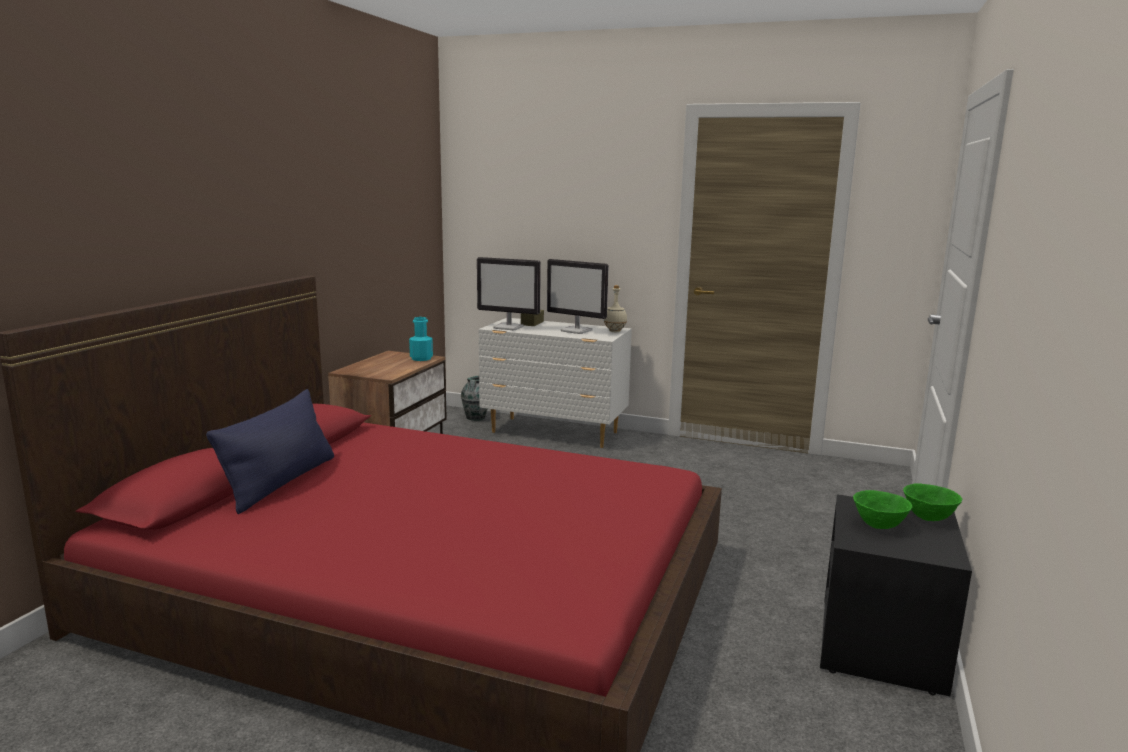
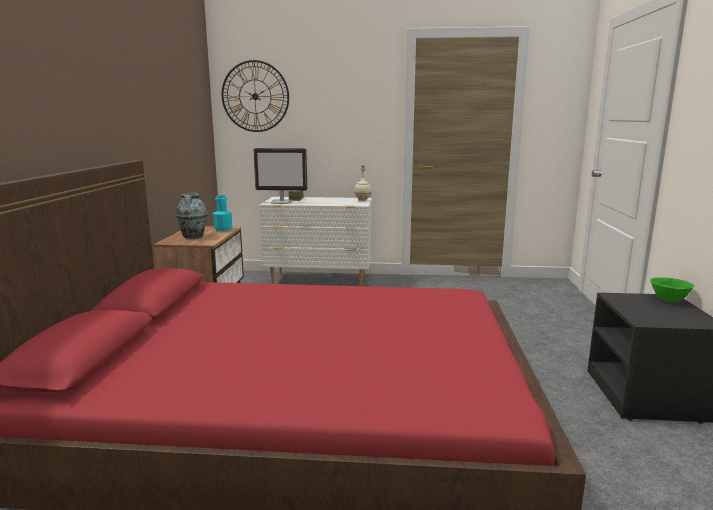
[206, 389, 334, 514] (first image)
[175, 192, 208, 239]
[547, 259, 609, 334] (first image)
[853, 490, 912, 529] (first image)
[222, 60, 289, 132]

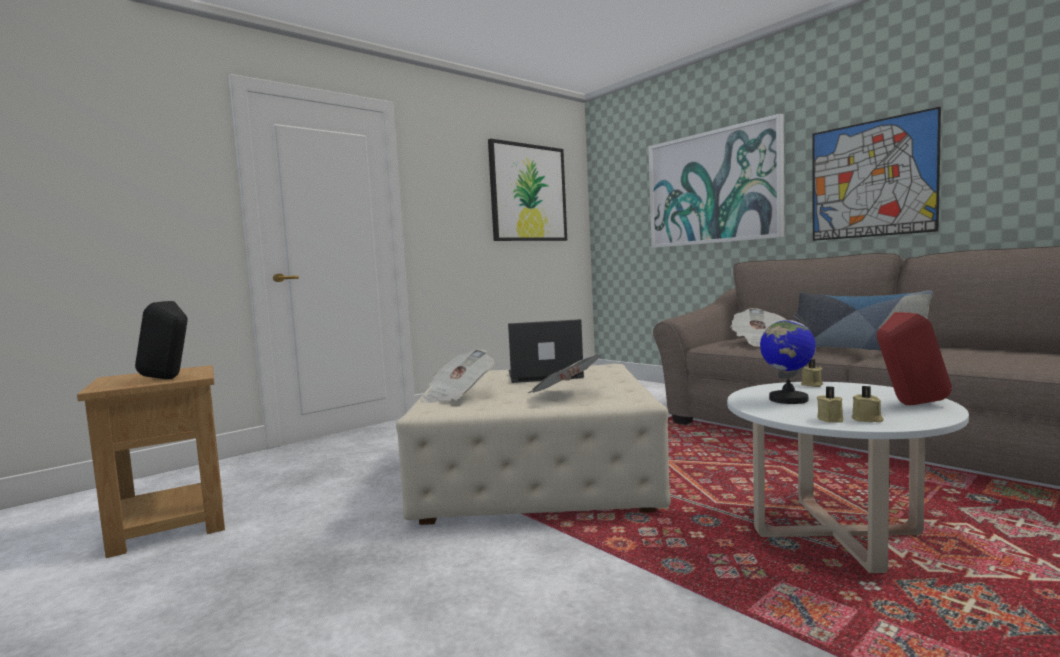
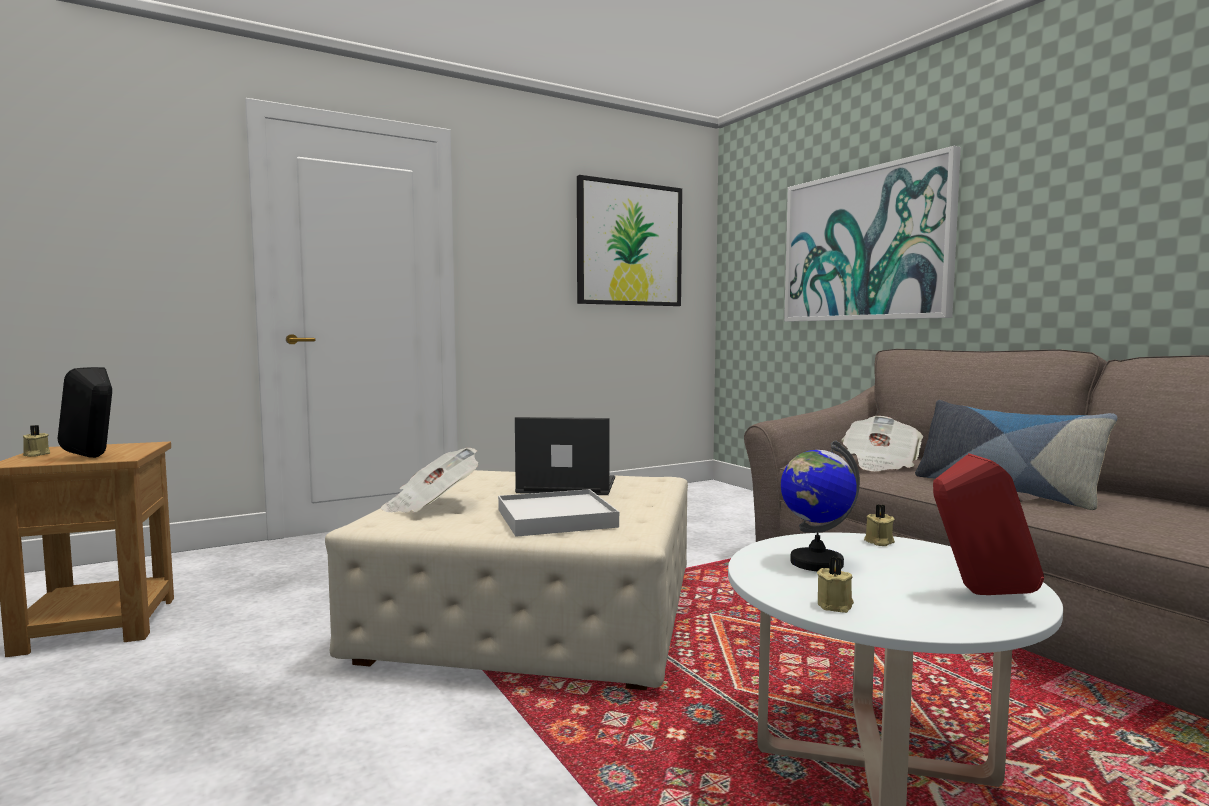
[498, 489, 619, 537]
[812, 107, 941, 241] (first image)
[23, 425, 50, 457]

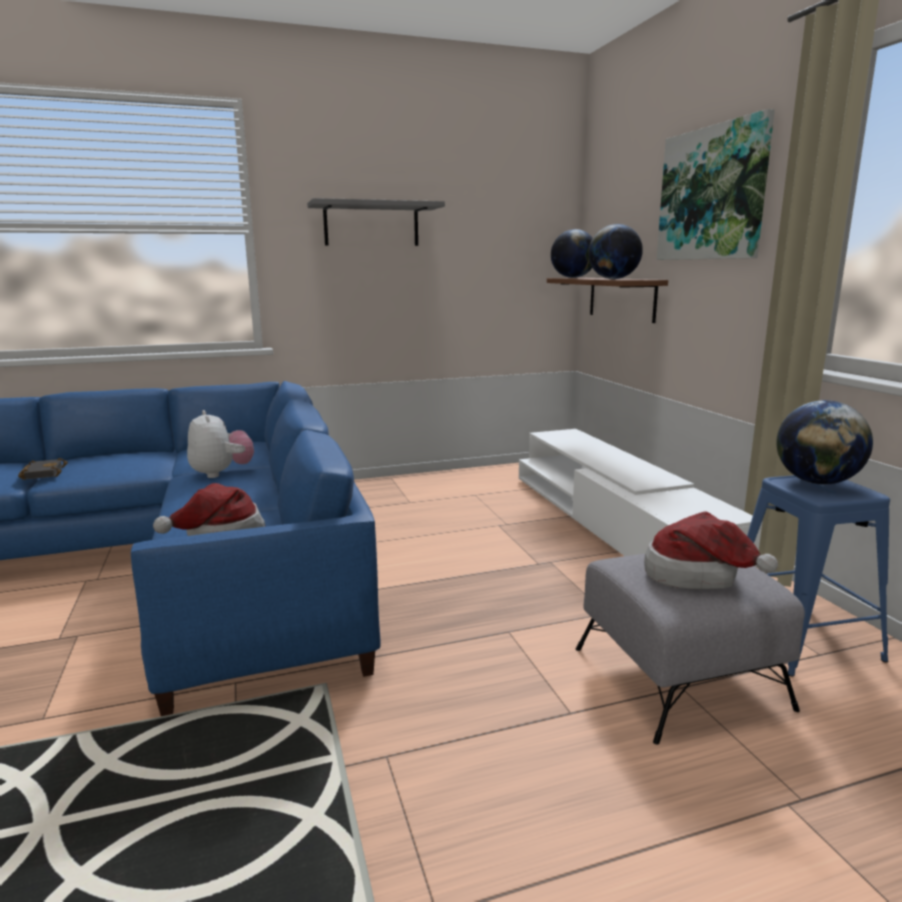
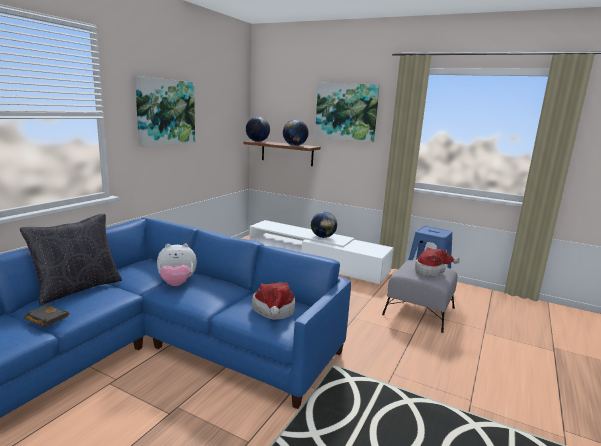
[157, 243, 197, 286]
[135, 76, 195, 147]
[311, 211, 337, 238]
[20, 214, 122, 305]

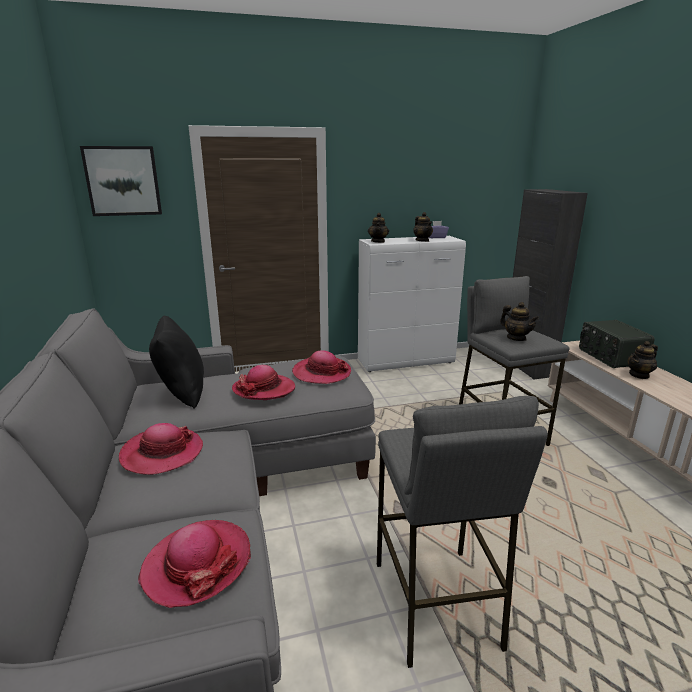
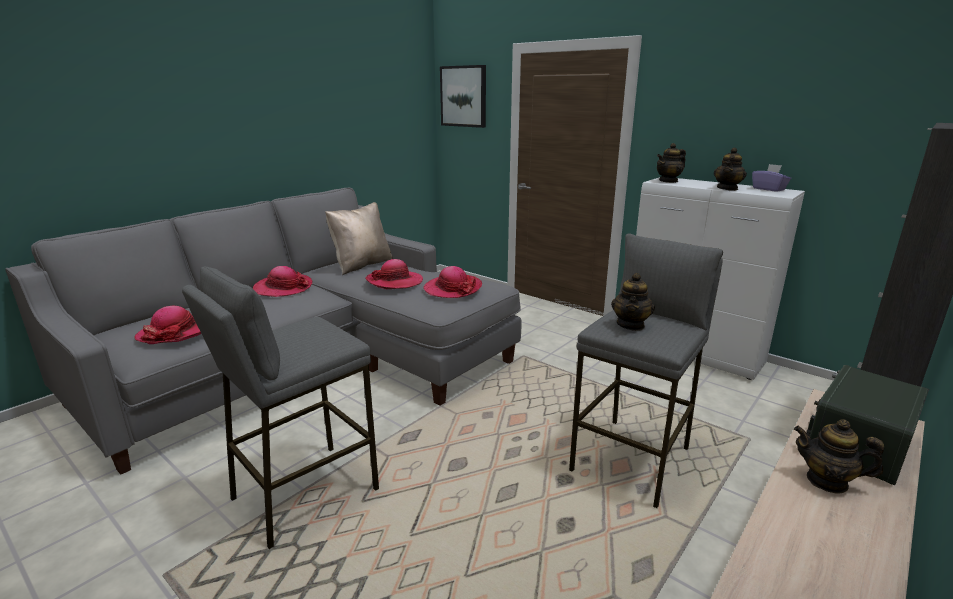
[325, 202, 393, 275]

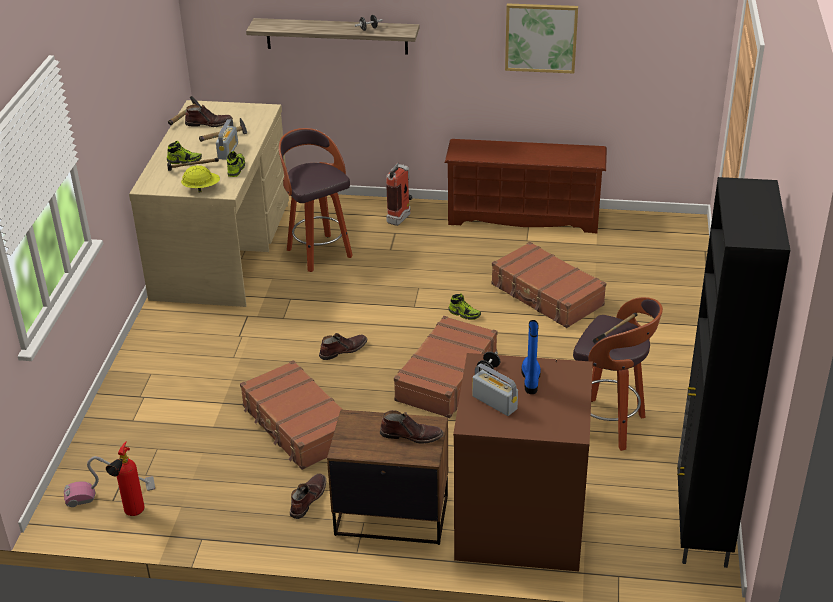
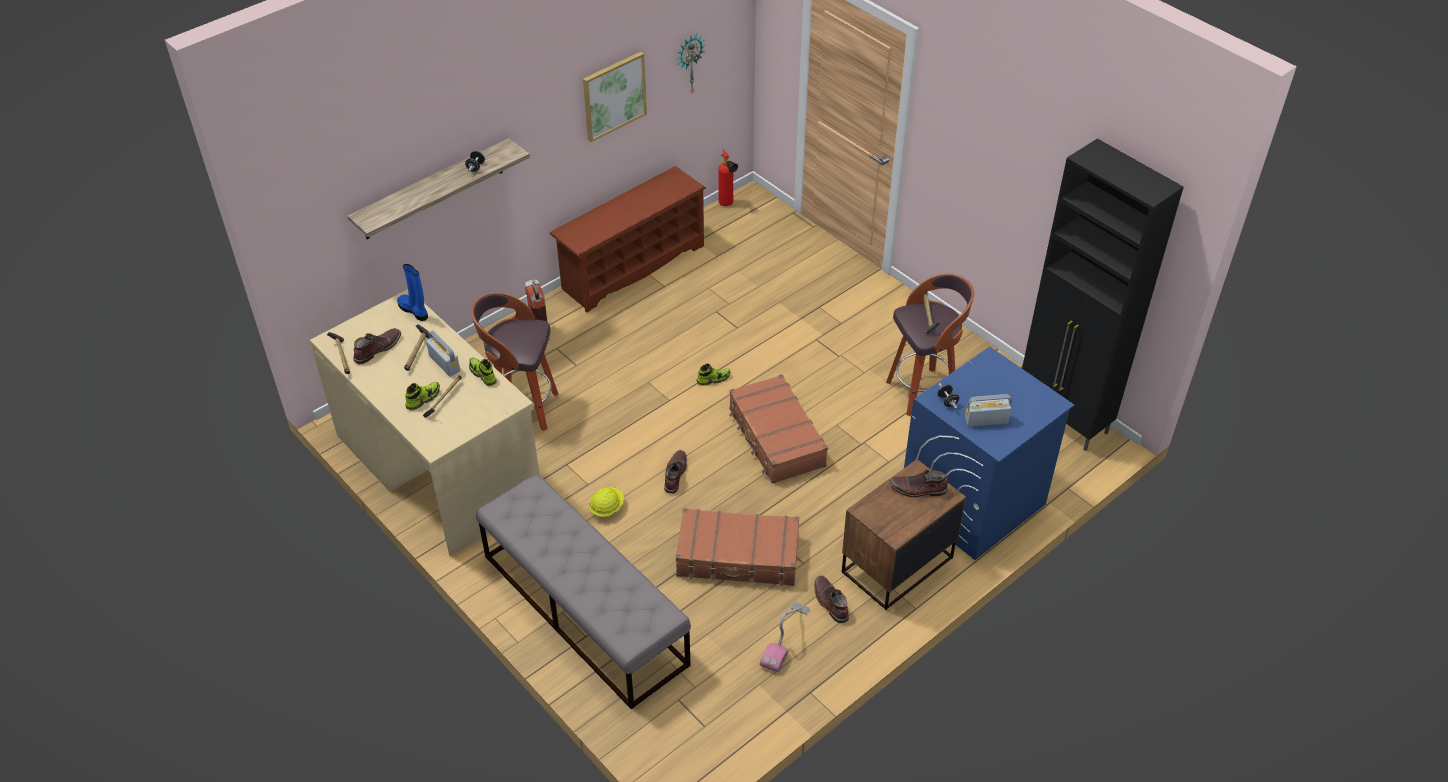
[760, 602, 810, 672]
[718, 149, 738, 206]
[589, 487, 624, 517]
[889, 469, 948, 497]
[904, 347, 1074, 560]
[491, 242, 606, 328] (first image)
[397, 264, 428, 321]
[476, 474, 691, 710]
[677, 34, 706, 93]

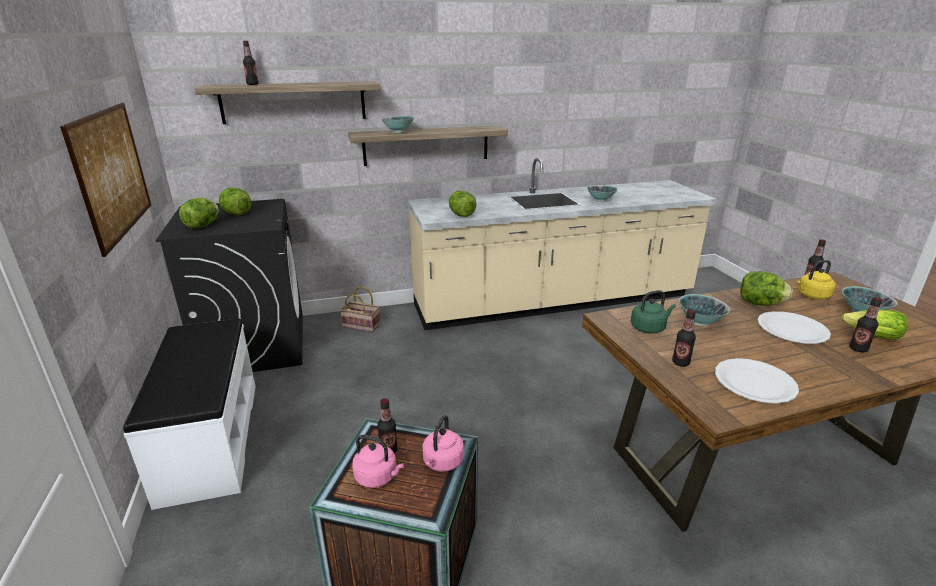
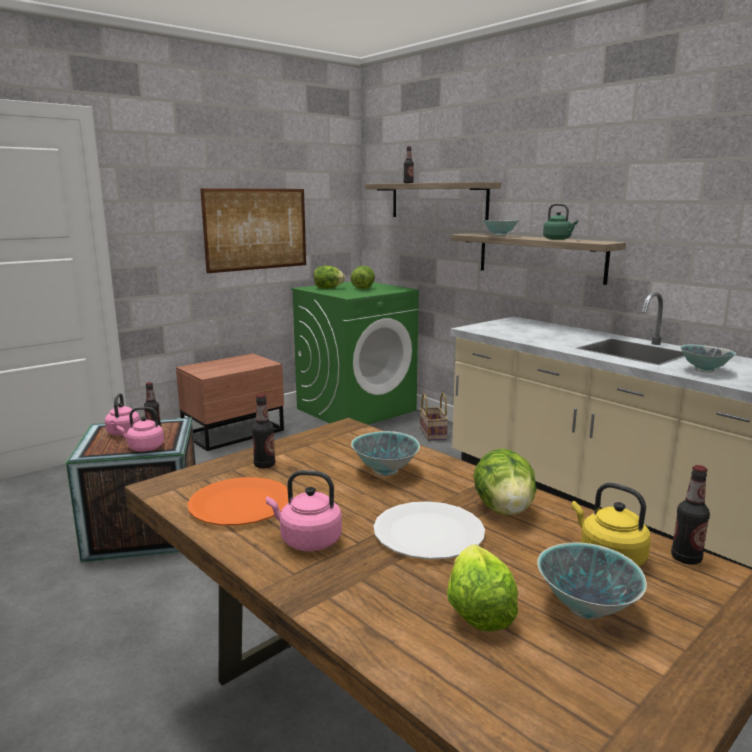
[176, 353, 284, 451]
[291, 282, 419, 425]
[449, 191, 477, 217] (first image)
[543, 203, 578, 240]
[188, 477, 289, 526]
[849, 297, 882, 353] (first image)
[266, 470, 342, 551]

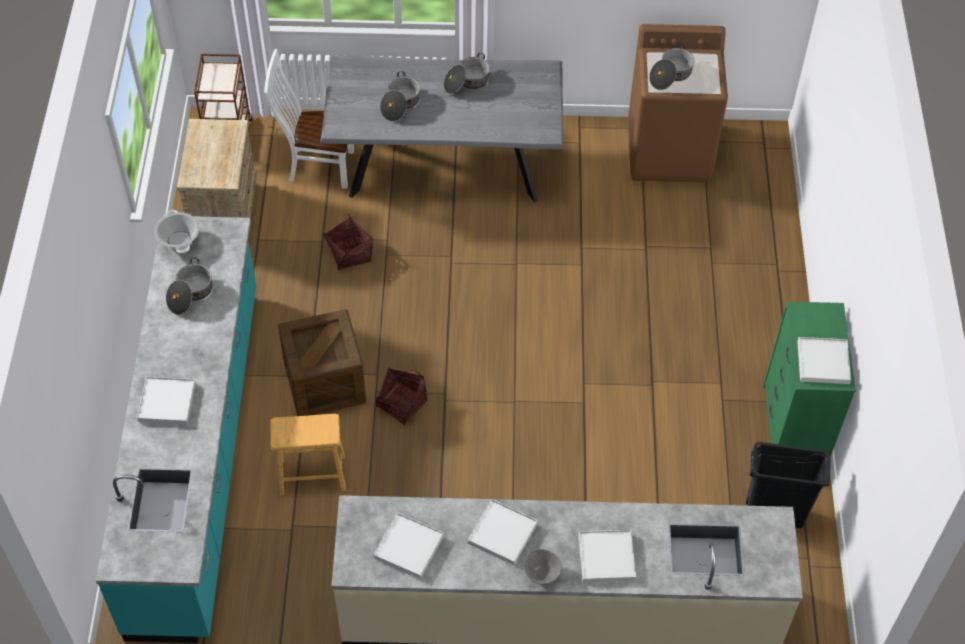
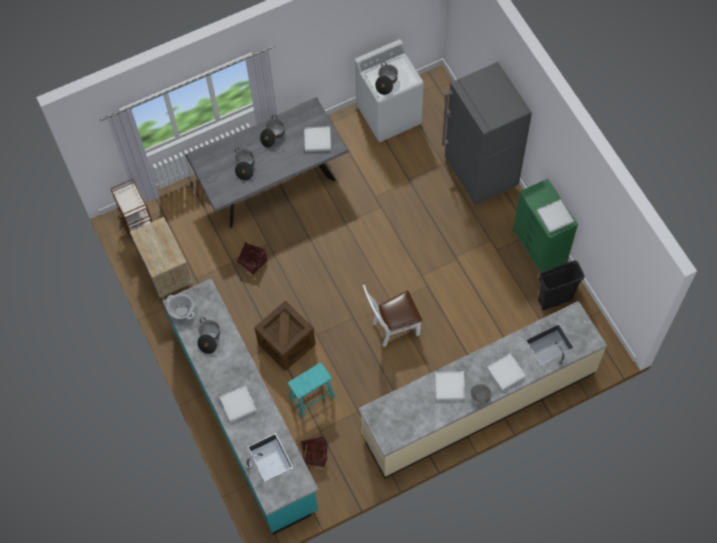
[363, 285, 422, 347]
[288, 363, 335, 417]
[304, 126, 331, 152]
[300, 436, 328, 468]
[355, 40, 424, 142]
[442, 62, 532, 205]

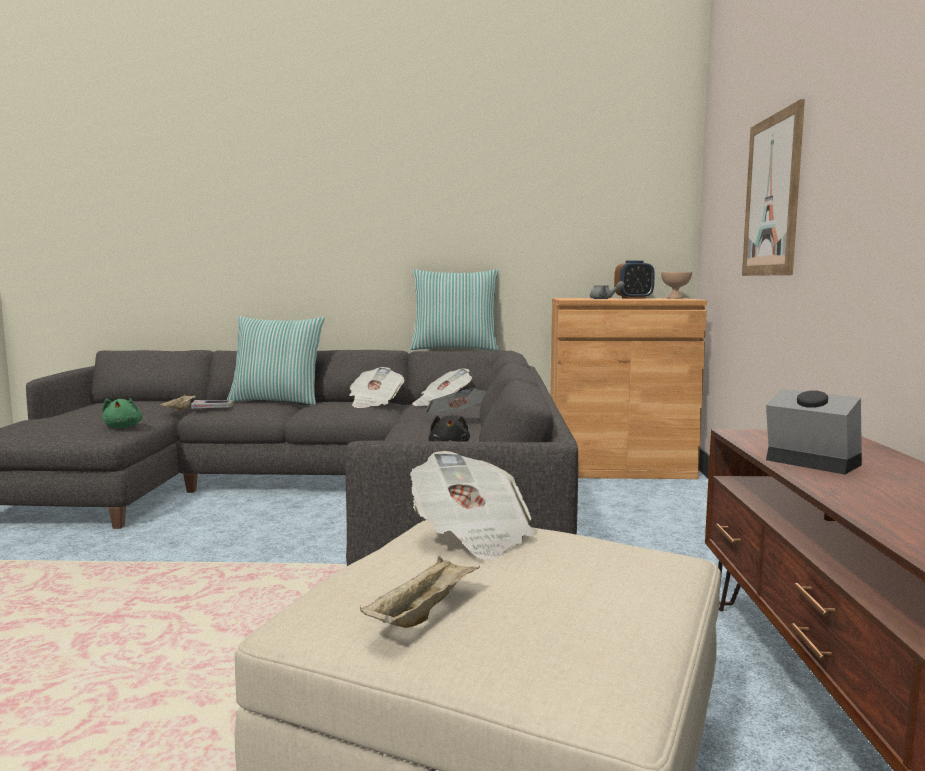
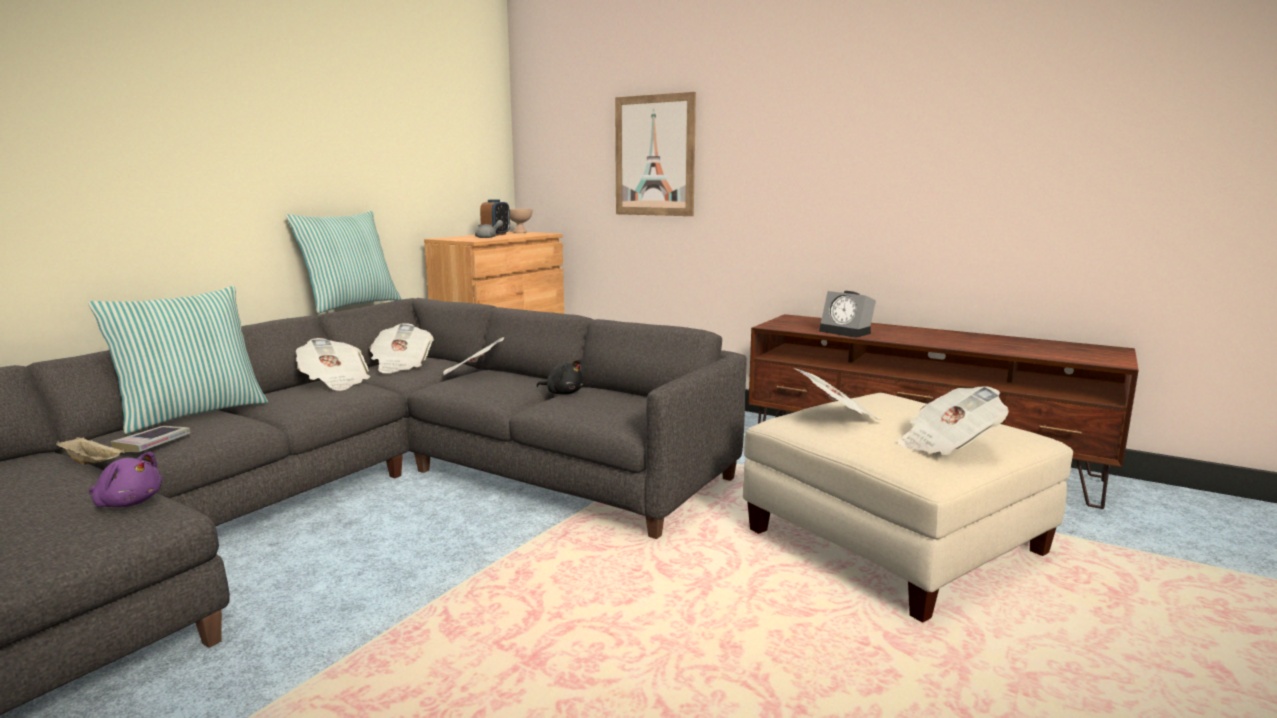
[89, 452, 162, 507]
[897, 386, 1009, 455]
[819, 291, 876, 338]

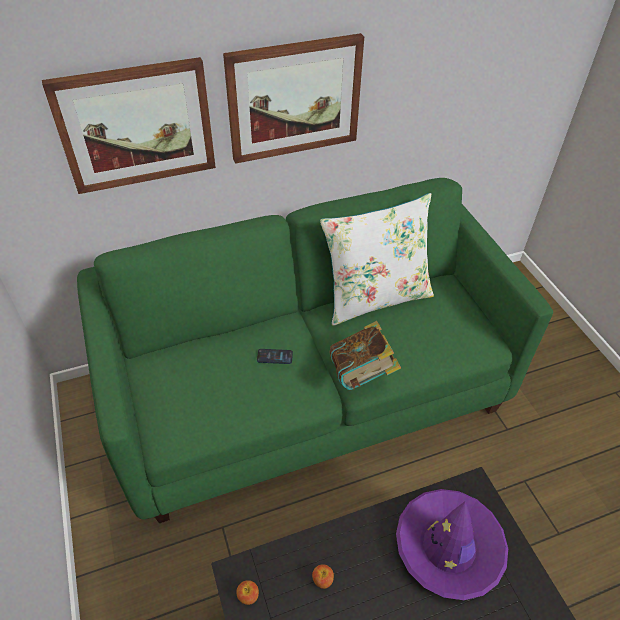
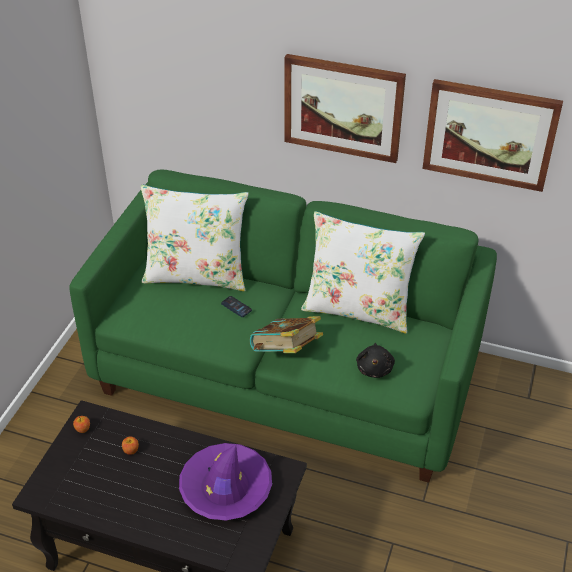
[422, 79, 563, 192]
[141, 185, 249, 291]
[356, 343, 395, 378]

